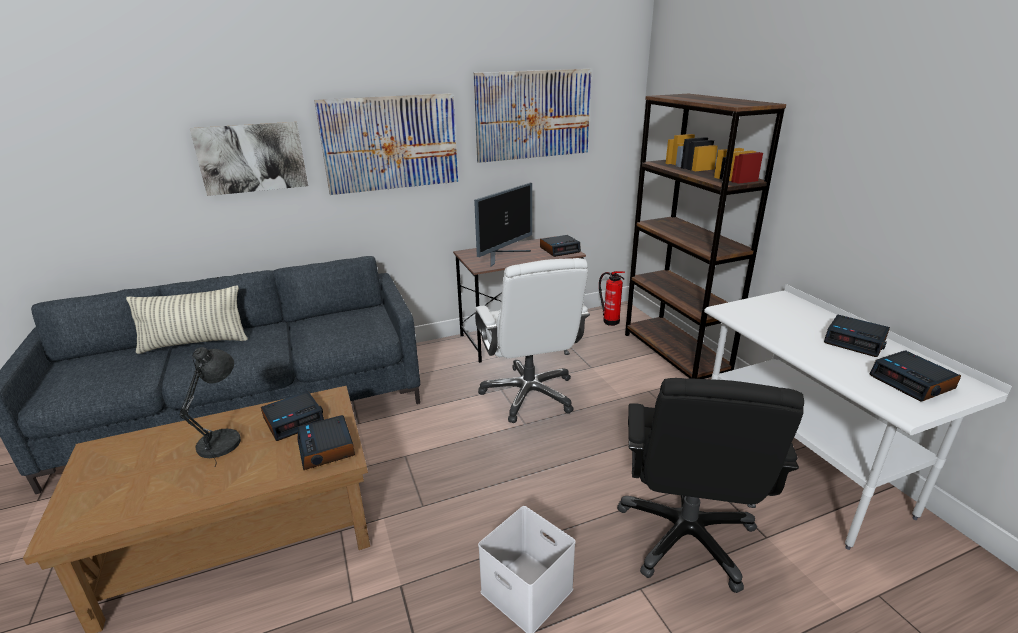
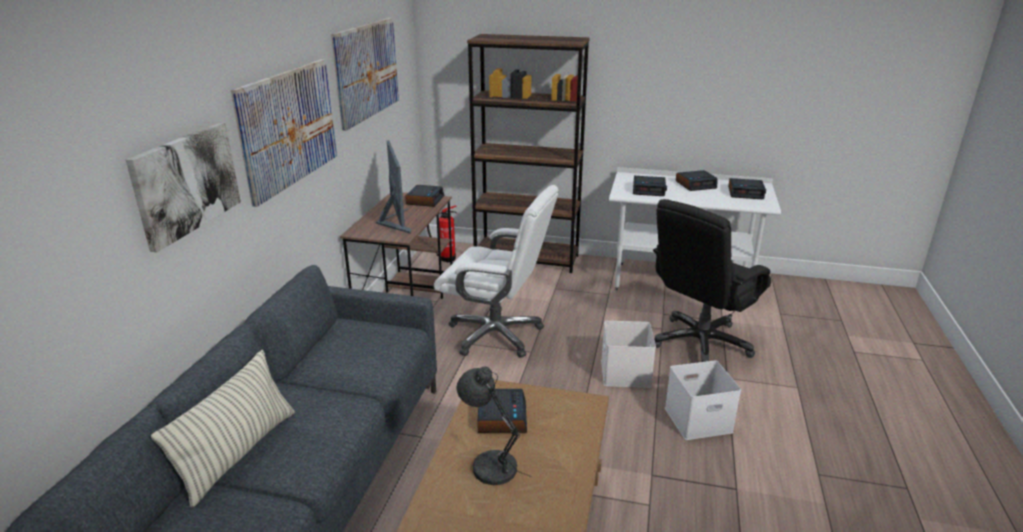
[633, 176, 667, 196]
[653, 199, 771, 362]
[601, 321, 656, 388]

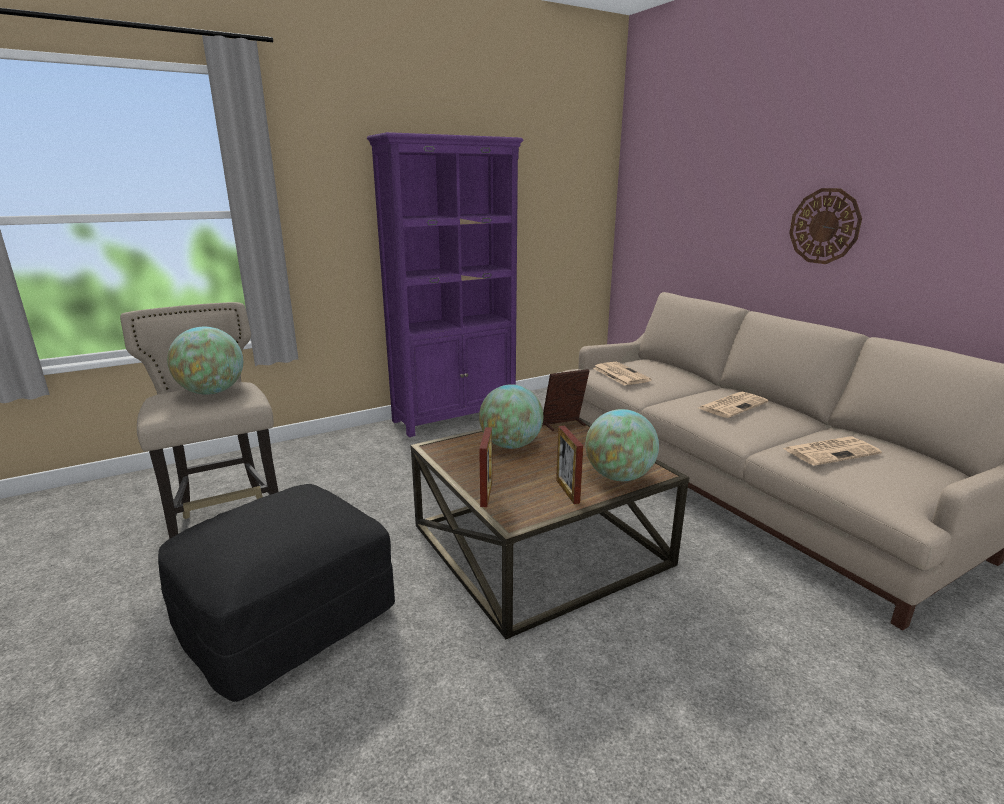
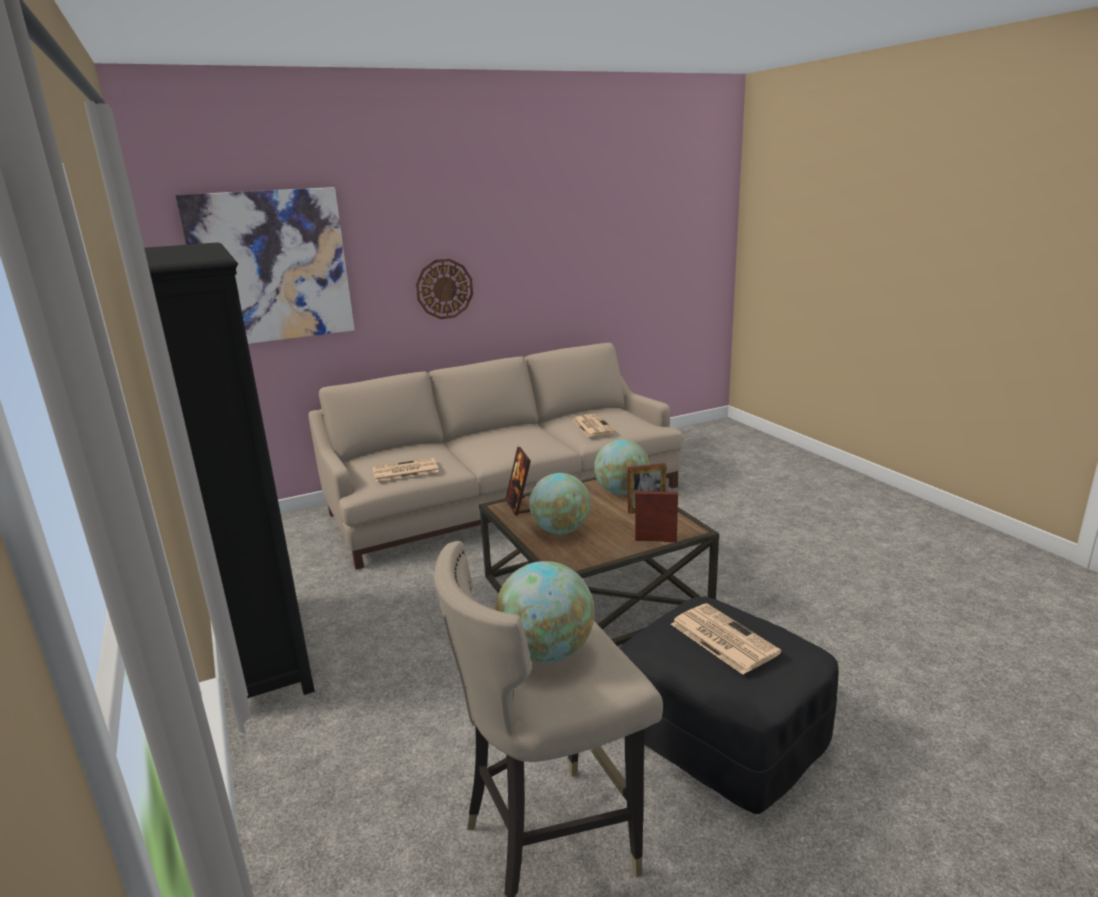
[144, 242, 315, 698]
[671, 603, 781, 675]
[175, 187, 355, 344]

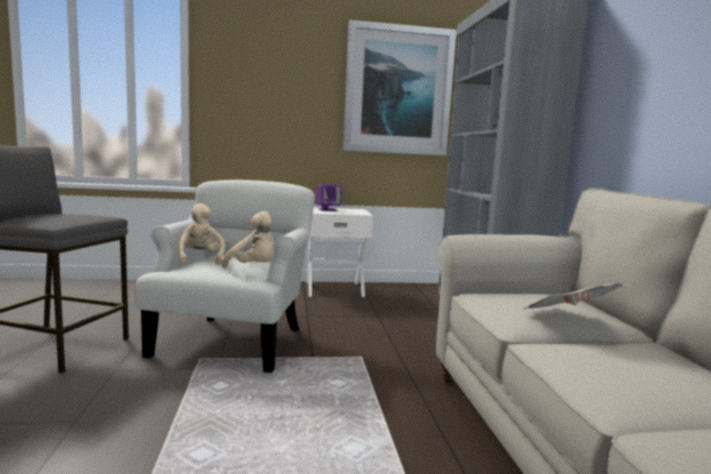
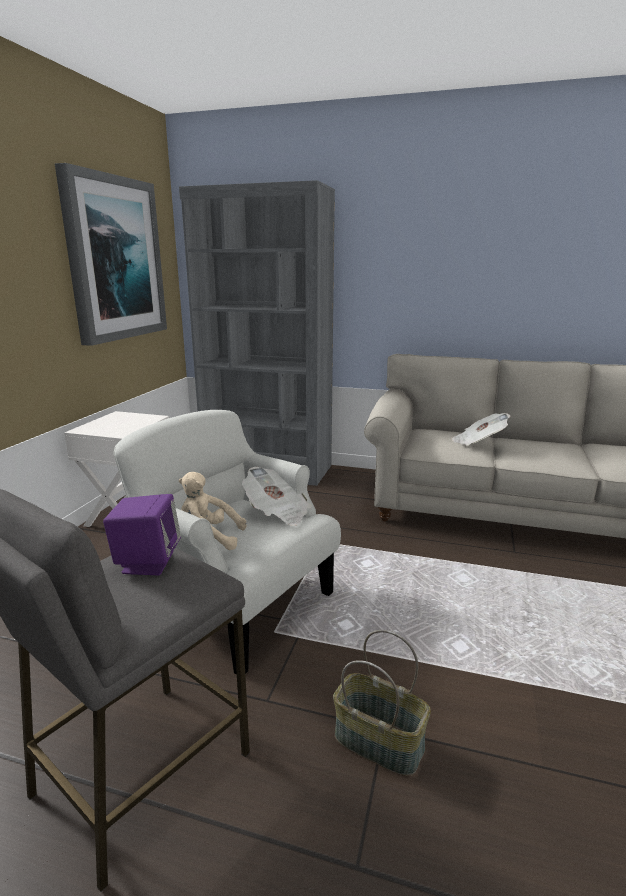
[242, 467, 312, 526]
[103, 494, 181, 575]
[333, 630, 431, 776]

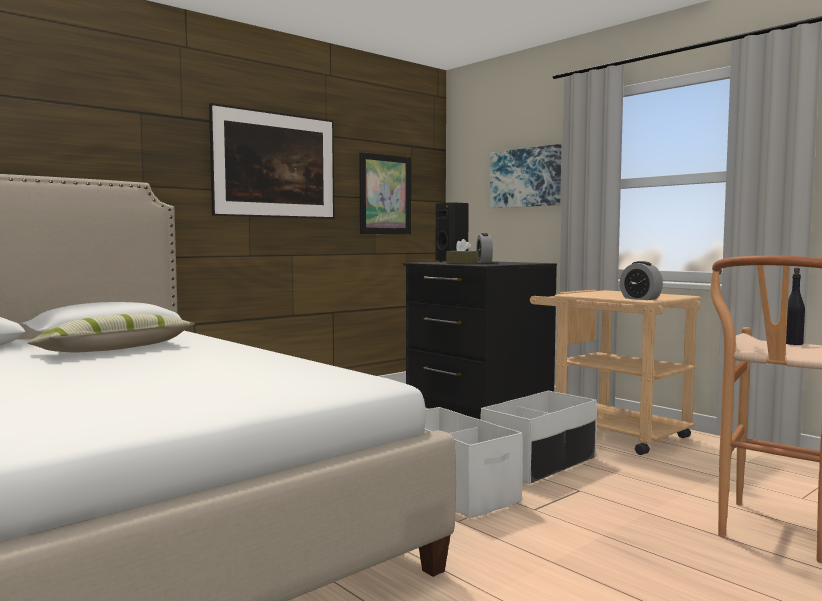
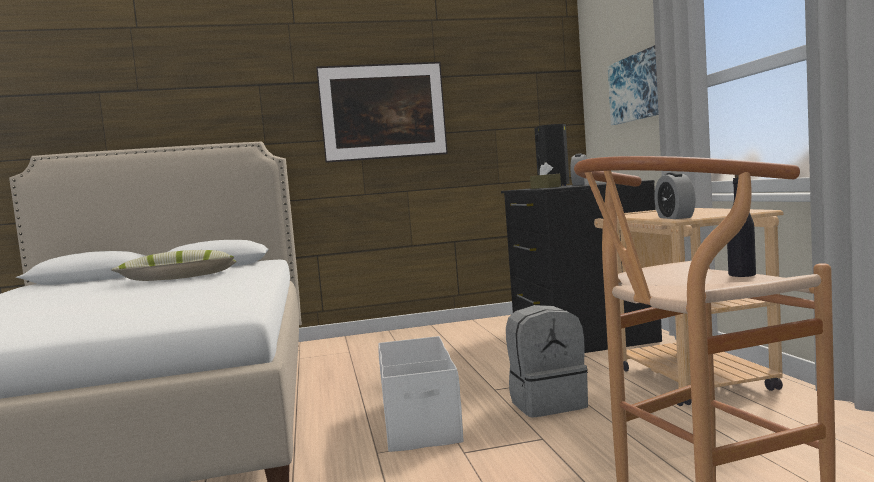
[359, 152, 411, 234] (first image)
[506, 305, 588, 418]

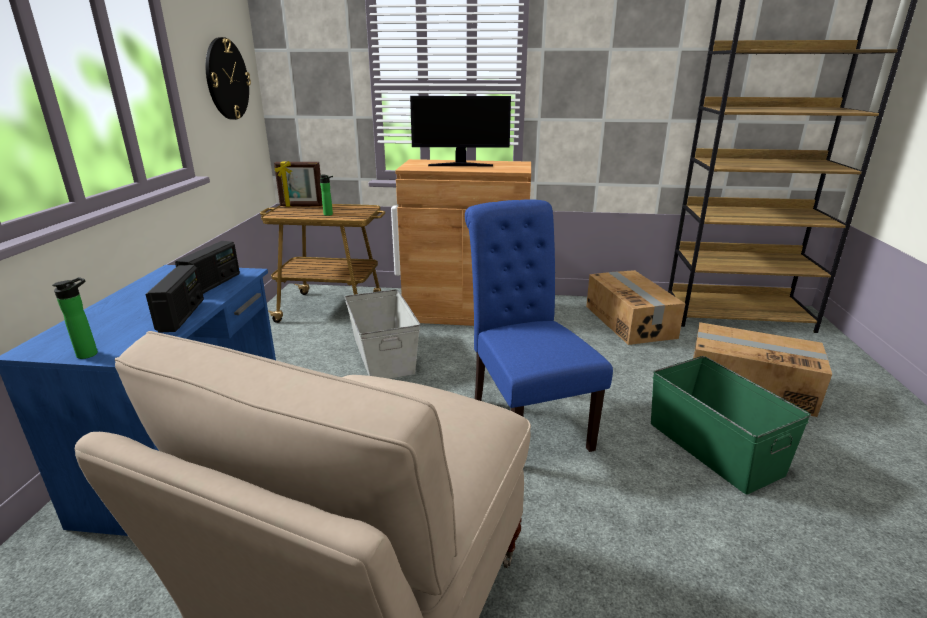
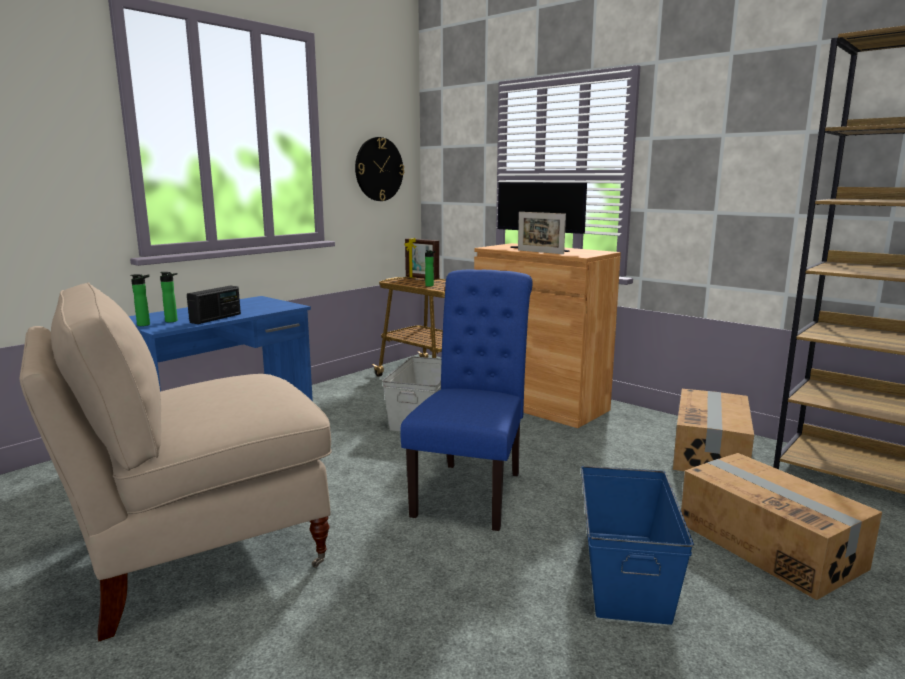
[175, 241, 240, 294] (first image)
[581, 466, 694, 625]
[160, 272, 178, 322]
[518, 212, 566, 254]

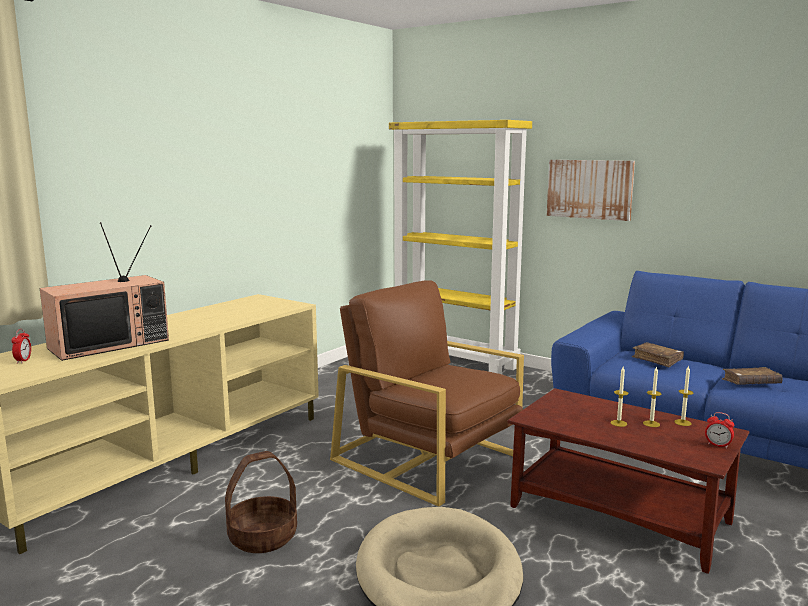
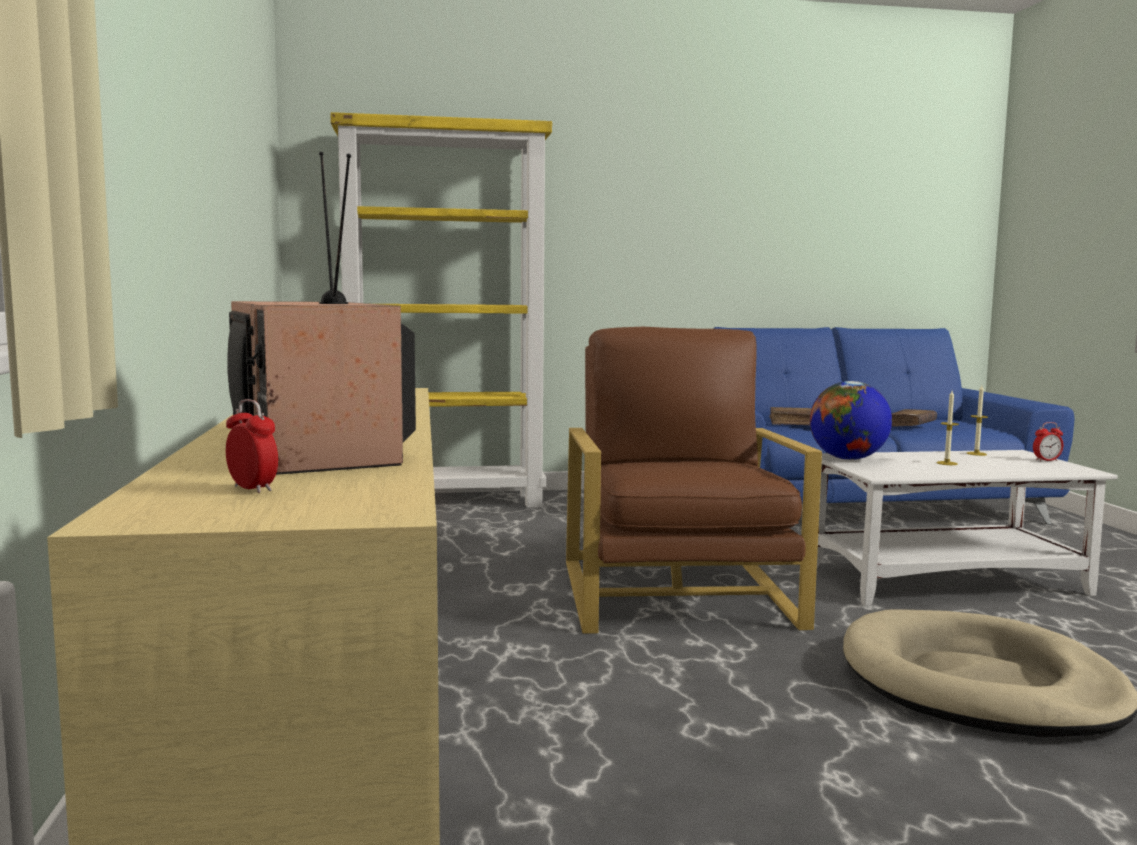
[227, 152, 416, 475]
[225, 451, 297, 553] (first image)
[566, 327, 822, 634]
[817, 450, 1118, 606]
[547, 160, 635, 221] (first image)
[643, 366, 662, 427] (first image)
[810, 381, 892, 460]

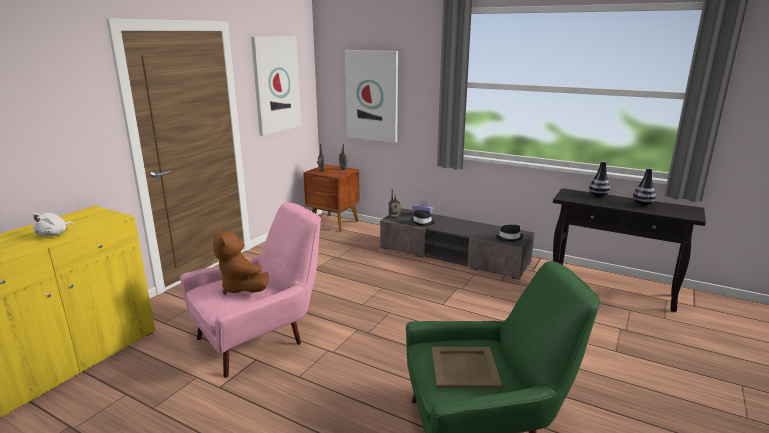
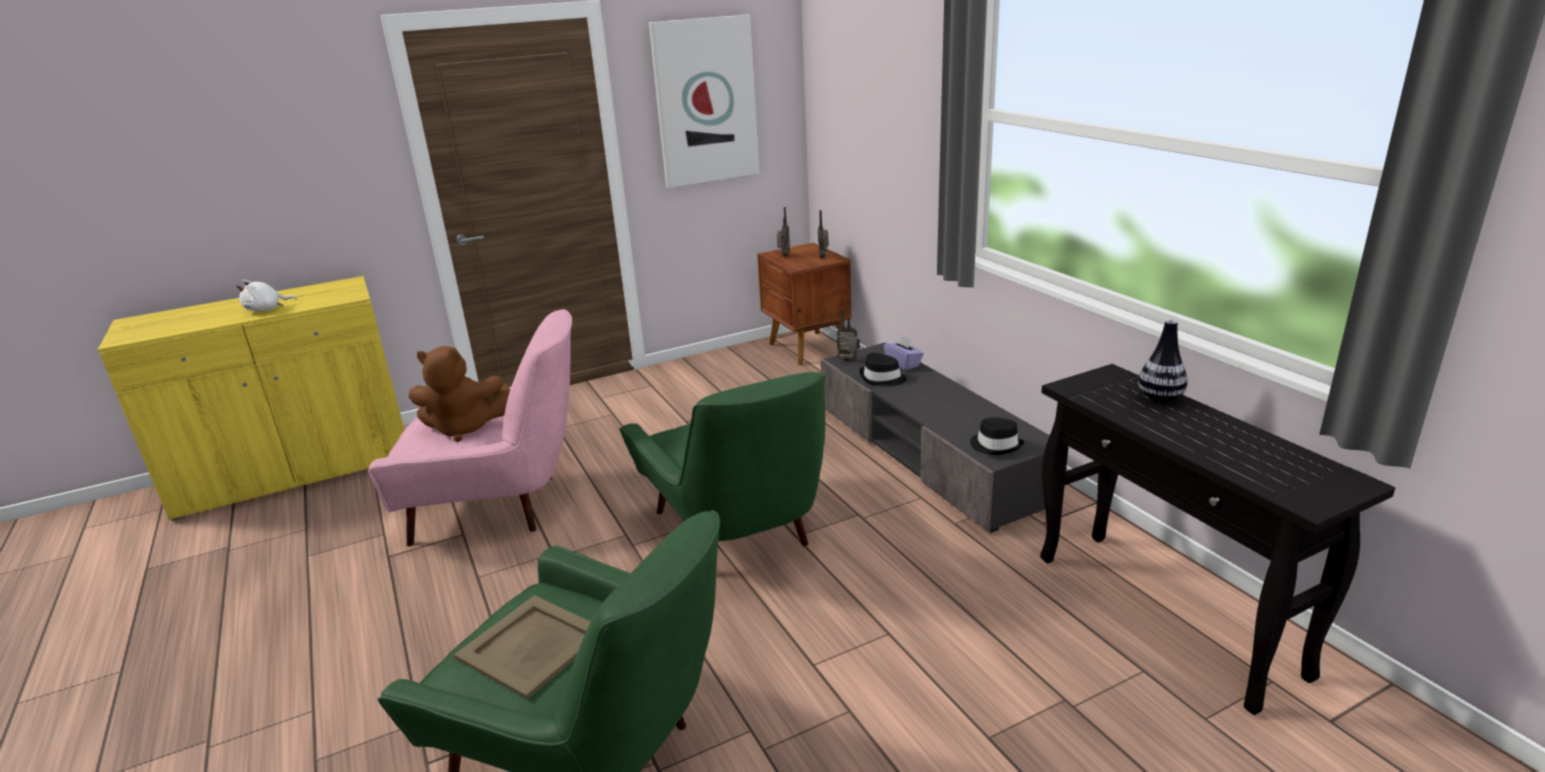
[409, 346, 510, 442]
[345, 50, 398, 143] (first image)
[633, 168, 656, 206] (first image)
[619, 372, 826, 546]

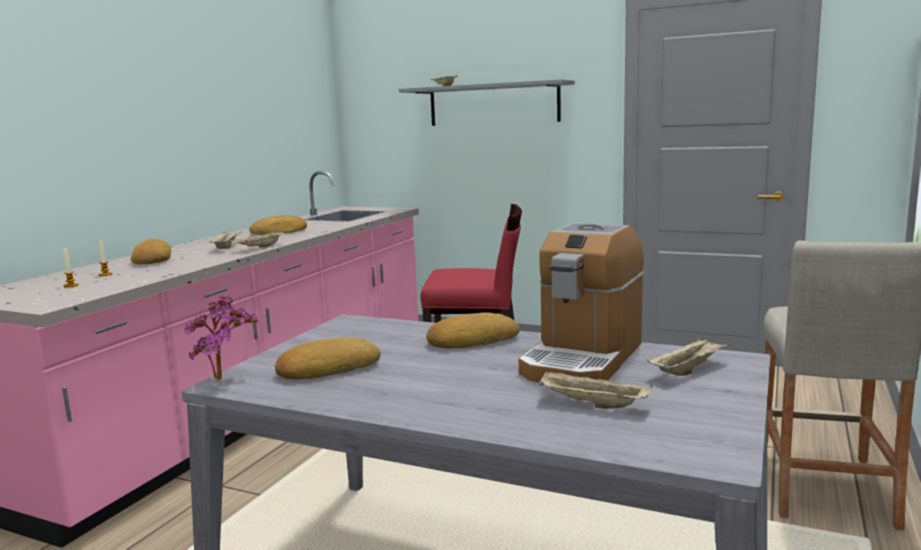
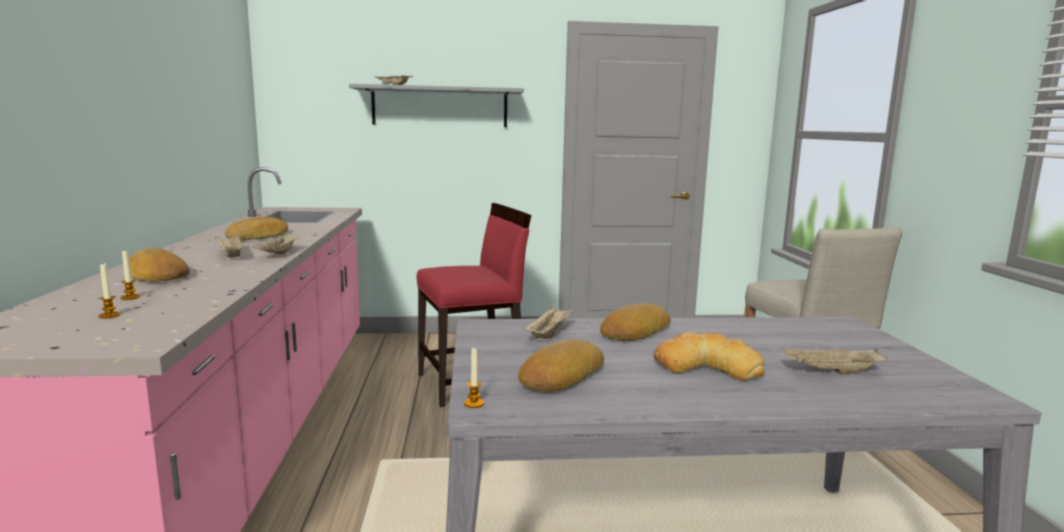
[464, 346, 484, 408]
[519, 223, 644, 382] (first image)
[523, 306, 575, 339]
[653, 332, 765, 381]

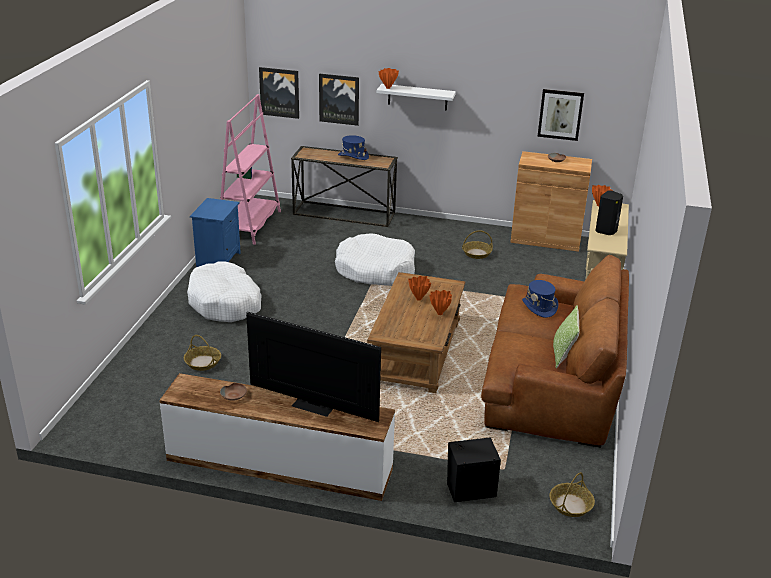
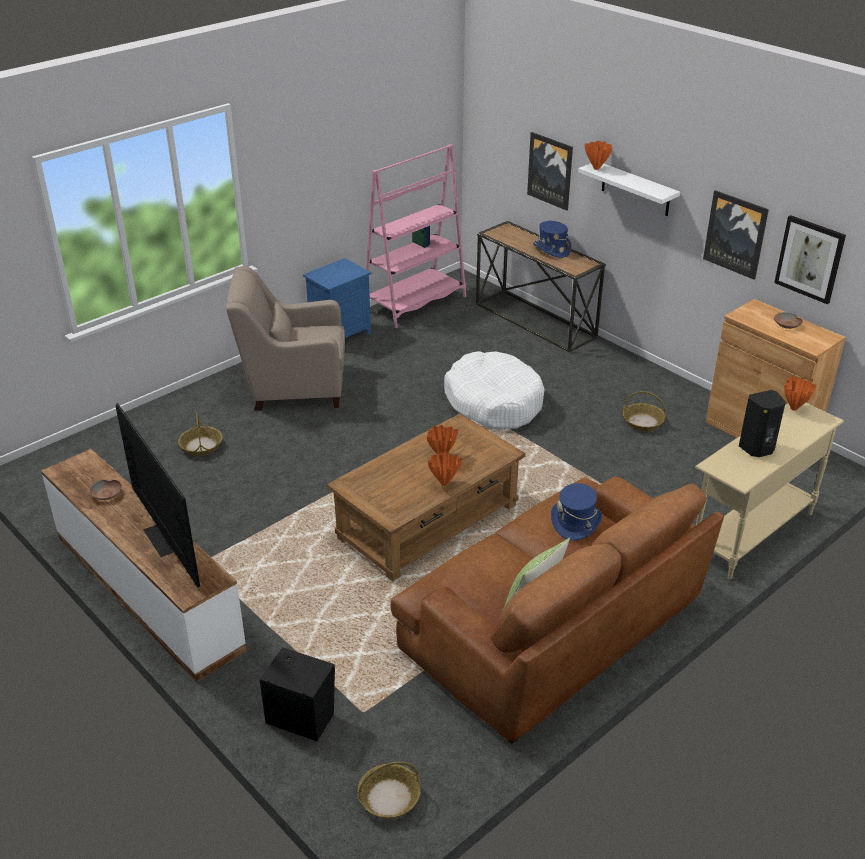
[226, 266, 345, 410]
[703, 190, 769, 280]

